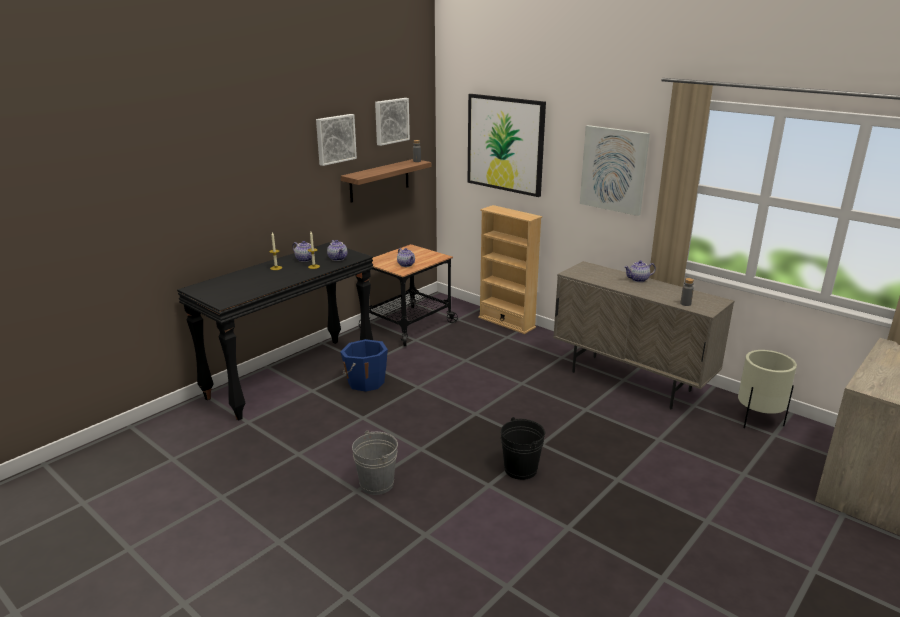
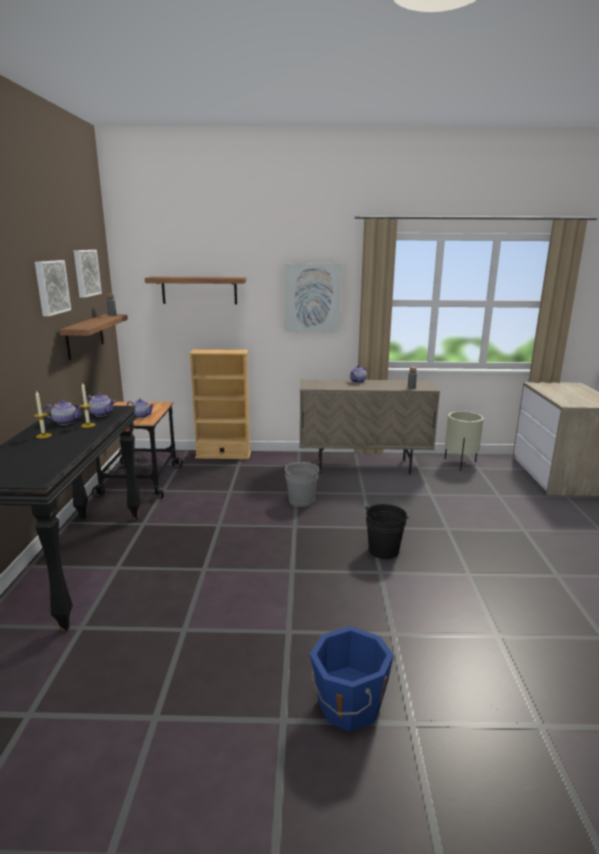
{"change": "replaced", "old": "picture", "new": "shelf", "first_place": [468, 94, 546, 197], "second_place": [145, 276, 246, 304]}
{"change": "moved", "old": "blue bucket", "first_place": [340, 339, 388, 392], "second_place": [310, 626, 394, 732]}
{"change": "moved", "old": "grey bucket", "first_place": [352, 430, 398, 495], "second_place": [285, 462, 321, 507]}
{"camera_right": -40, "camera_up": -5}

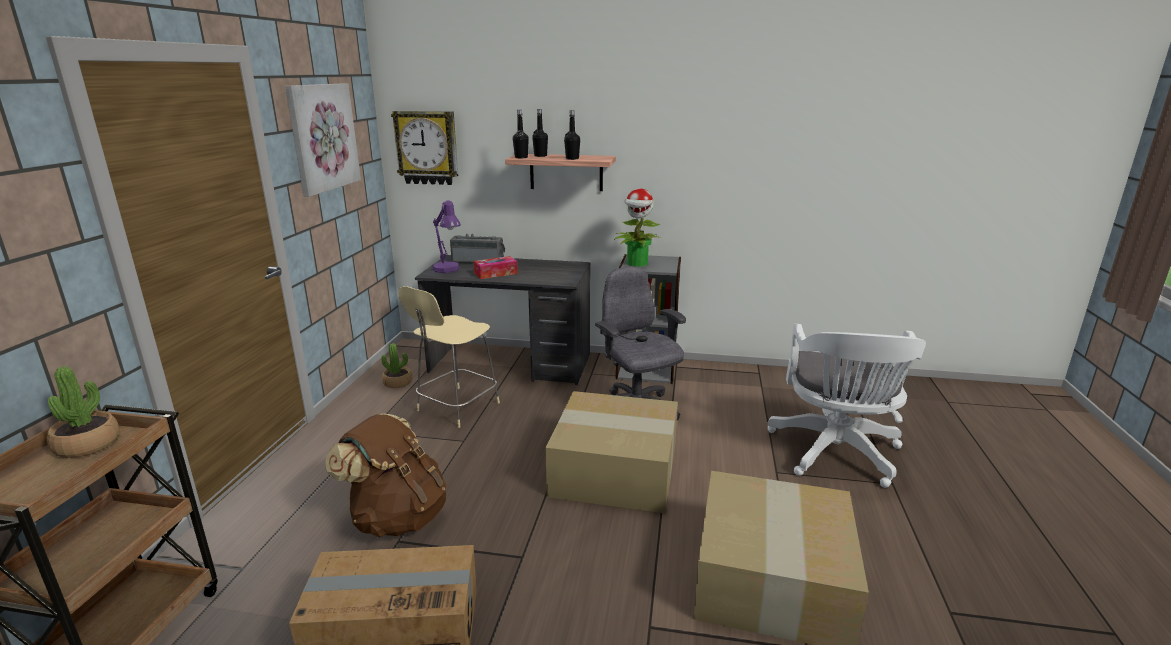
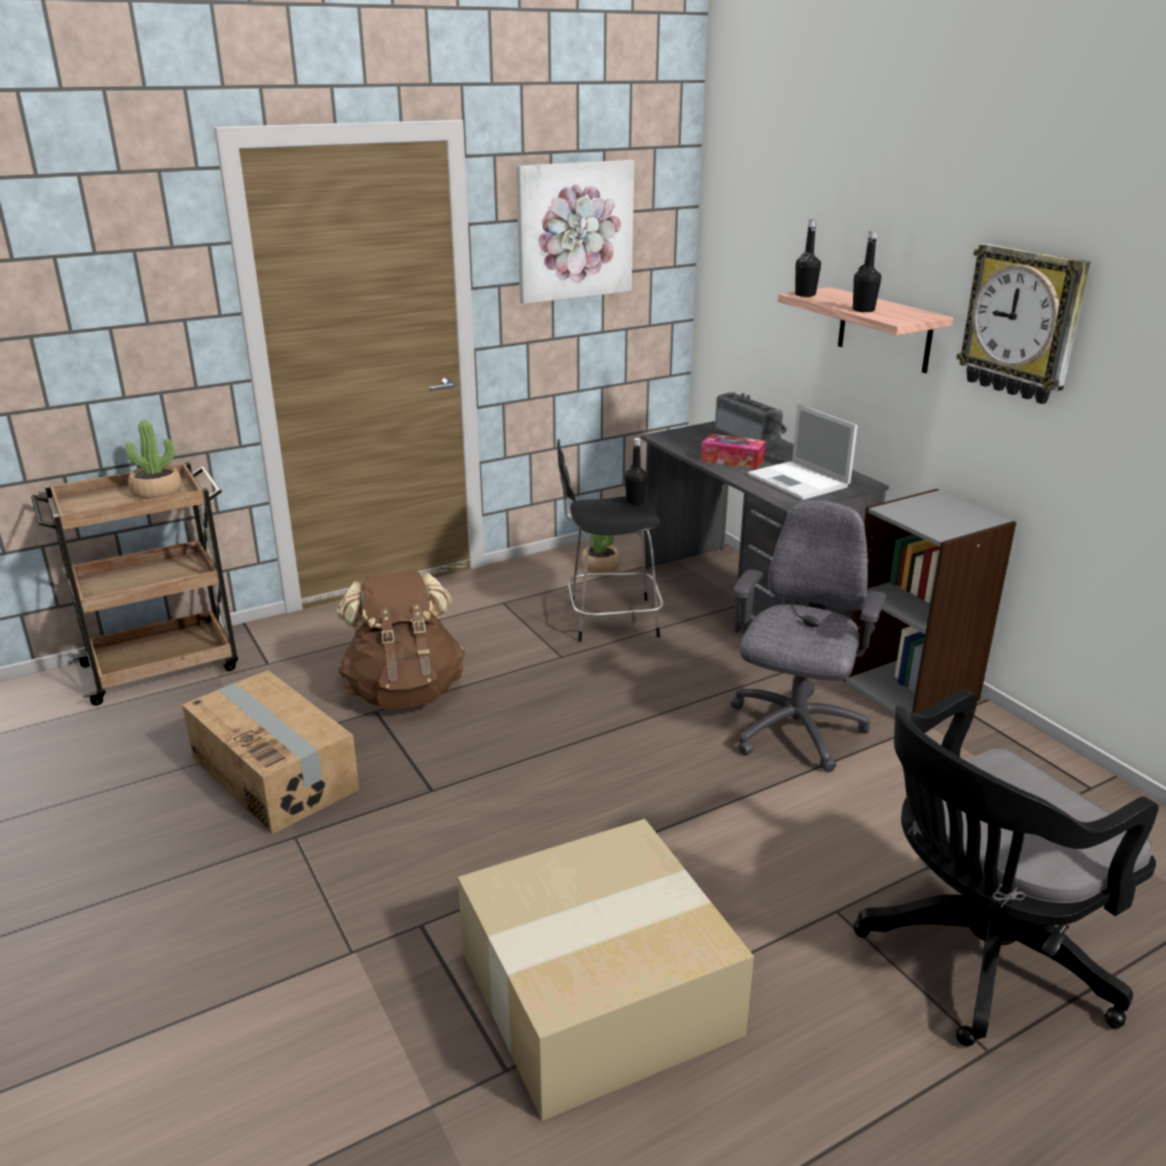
{"change": "moved", "old": "black bottle", "first_place": [532, 109, 548, 157], "second_place": [625, 438, 648, 505]}
{"change": "moved", "old": "wall clock", "first_place": [391, 111, 458, 185], "second_place": [956, 243, 1090, 404]}
{"change": "removed", "old": "potted plant", "first_place": [614, 188, 660, 267]}
{"change": "removed", "old": "purple table lamp", "first_place": [433, 200, 461, 273]}
{"change": "recoloured", "old": "beige stool", "new": "black stool", "first_place": [398, 286, 500, 428], "second_place": [557, 439, 663, 642]}
{"change": "recoloured", "old": "white office chair", "new": "black office chair", "first_place": [767, 324, 926, 488], "second_place": [853, 689, 1159, 1047]}
{"change": "removed", "old": "cardboard box", "first_place": [546, 391, 678, 513]}
{"change": "added", "new": "laptop", "second_place": [748, 404, 858, 500]}
{"camera_right": 50, "camera_up": 5}

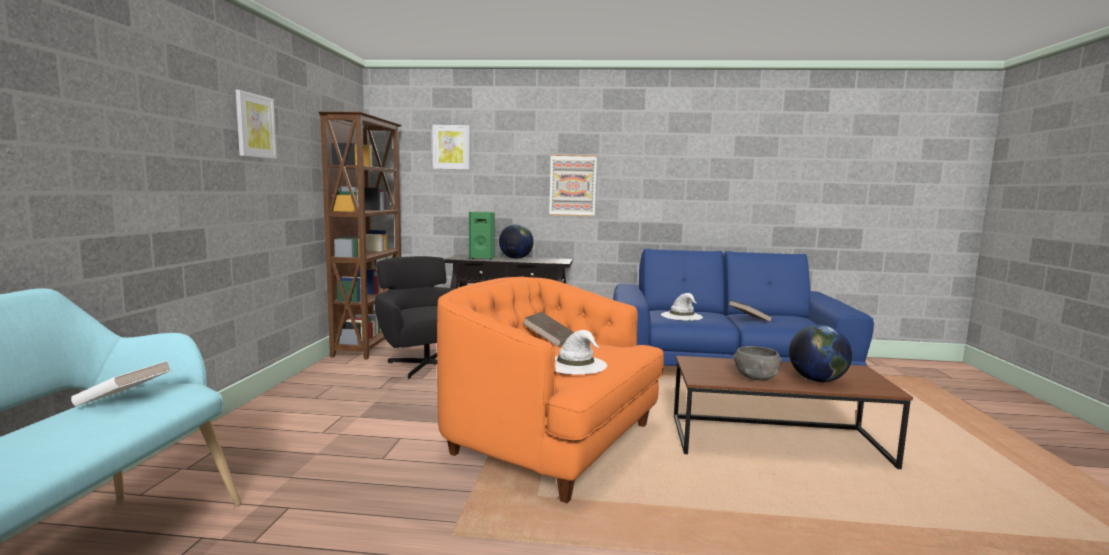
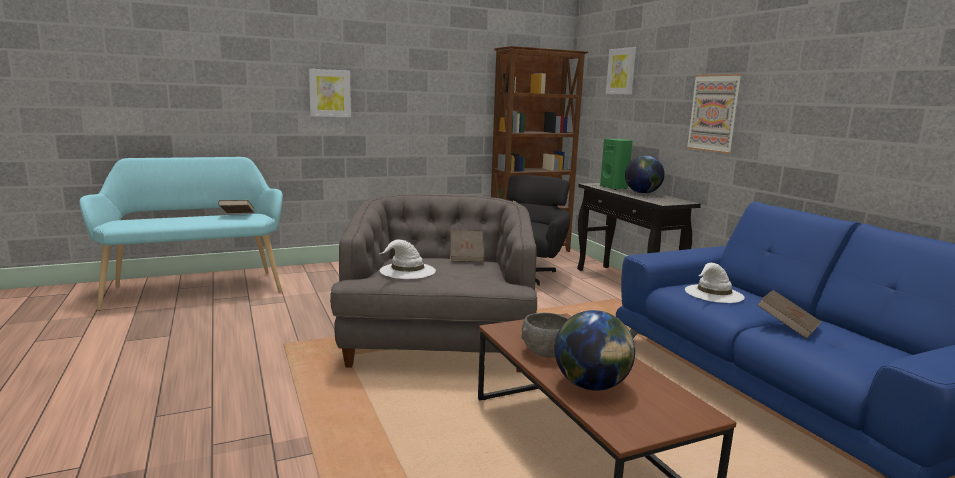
{"change": "moved", "old": "picture", "first_place": [236, 90, 277, 159], "second_place": [309, 69, 351, 117]}
{"change": "recoloured", "old": "orange armchair", "new": "grey armchair", "first_place": [437, 277, 664, 503], "second_place": [330, 193, 537, 372]}
{"change": "recoloured", "old": "white book", "new": "brown book", "first_place": [71, 361, 172, 406], "second_place": [218, 200, 254, 213]}
{"camera_right": 60, "camera_up": 5}

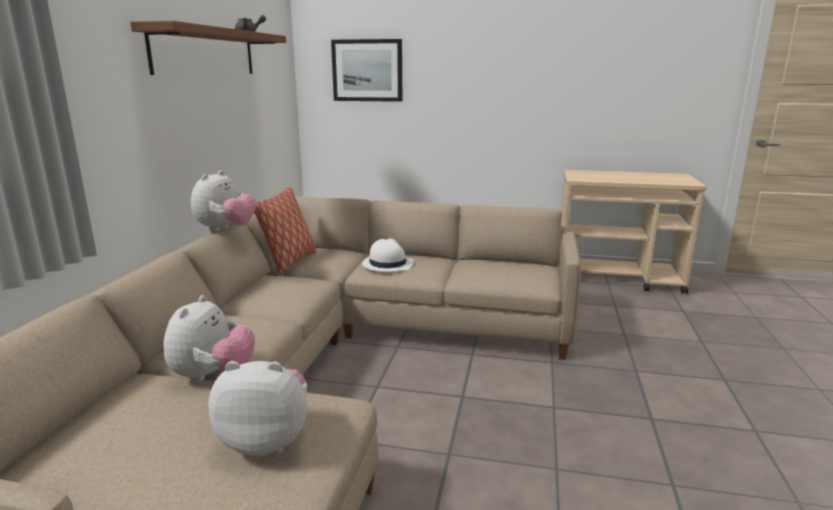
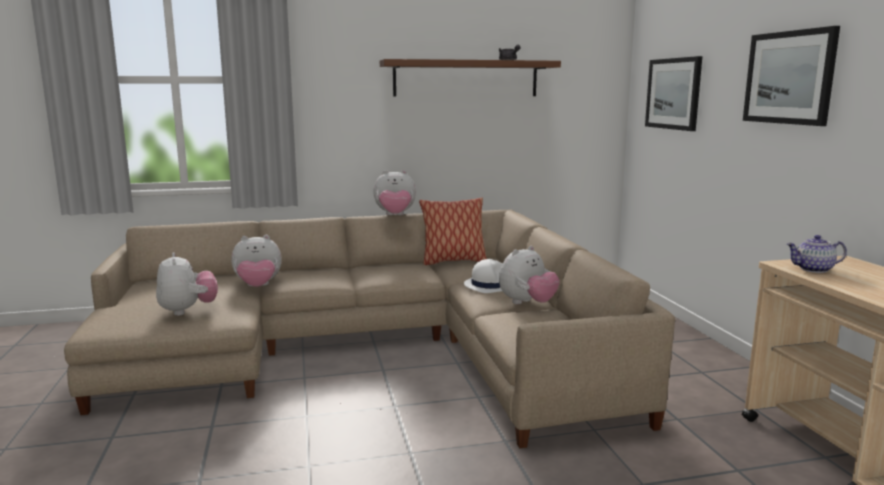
{"change": "added", "new": "picture", "second_place": [743, 26, 840, 126]}
{"change": "added", "new": "teapot", "second_place": [786, 235, 847, 273]}
{"change": "added", "new": "plush toy", "second_place": [499, 246, 560, 304]}
{"camera_right": 65, "camera_up": -5}

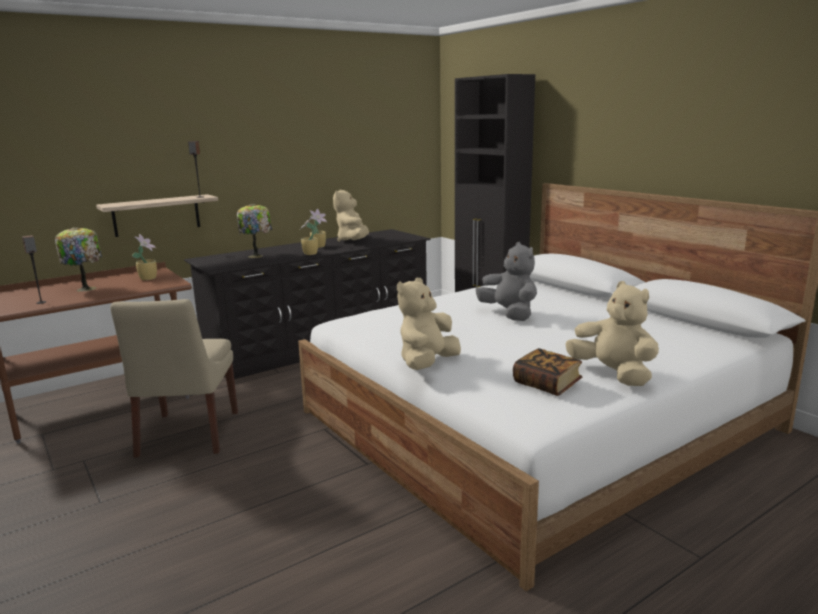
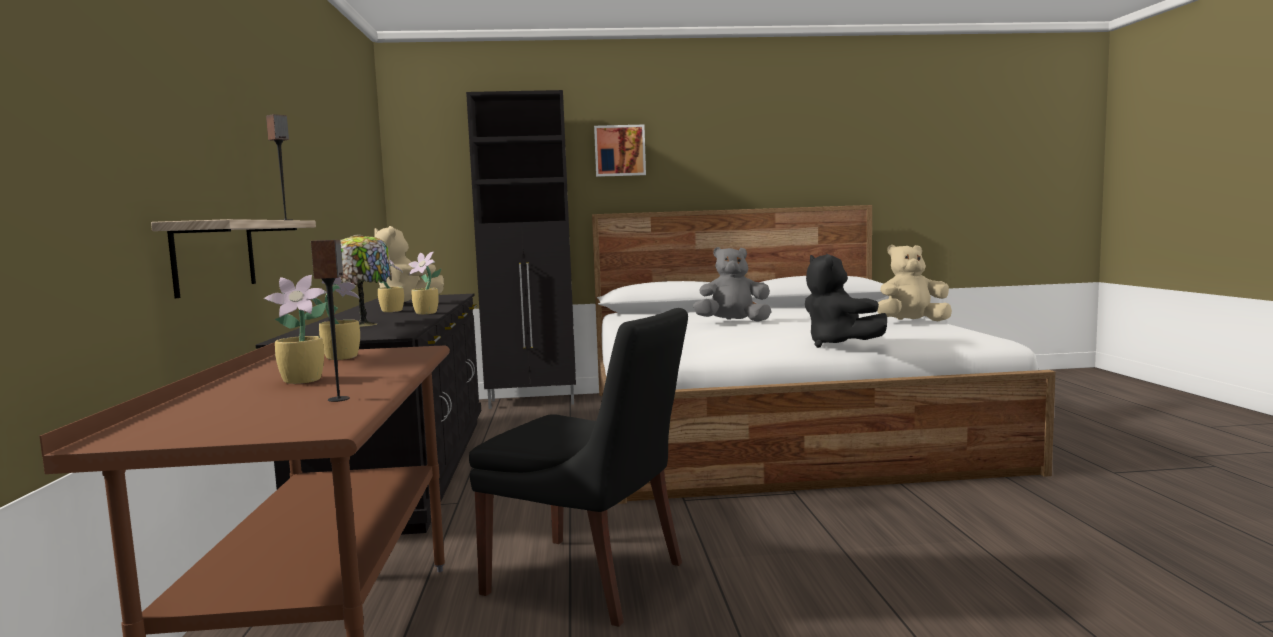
{"change": "replaced", "old": "table lamp", "new": "potted plant", "first_place": [55, 227, 102, 292], "second_place": [264, 275, 327, 384]}
{"change": "recoloured", "old": "beige plush toy", "new": "black plush toy", "first_place": [397, 278, 461, 370], "second_place": [805, 254, 887, 348]}
{"change": "recoloured", "old": "beige chair", "new": "black chair", "first_place": [111, 299, 238, 457], "second_place": [469, 308, 688, 627]}
{"change": "removed", "old": "book", "first_place": [513, 348, 582, 396]}
{"change": "added", "new": "picture", "second_place": [594, 125, 646, 177]}
{"camera_right": -60, "camera_up": -10}

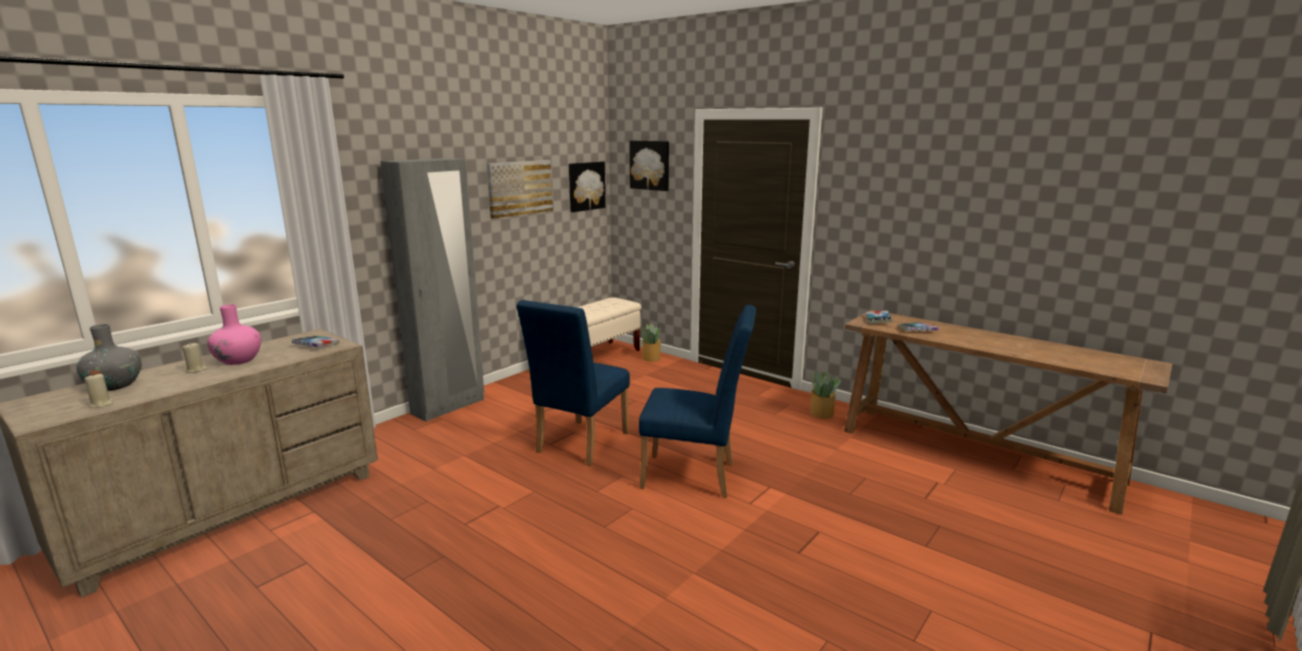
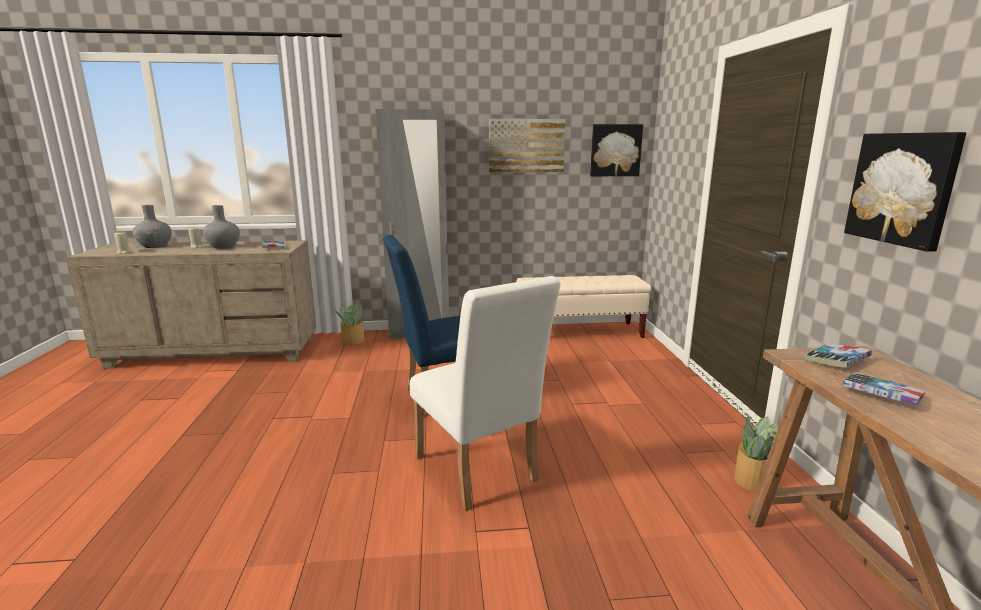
{"change": "moved", "old": "picture", "first_place": [630, 140, 669, 191], "second_place": [844, 132, 966, 252]}
{"change": "recoloured", "old": "pink vase", "new": "grey vase", "first_place": [208, 304, 261, 365], "second_place": [203, 205, 240, 249]}
{"change": "recoloured", "old": "blue chair", "new": "white chair", "first_place": [639, 305, 756, 498], "second_place": [410, 276, 561, 511]}
{"change": "moved", "old": "potted plant", "first_place": [642, 324, 661, 362], "second_place": [336, 304, 364, 345]}
{"camera_right": 45, "camera_up": 0}

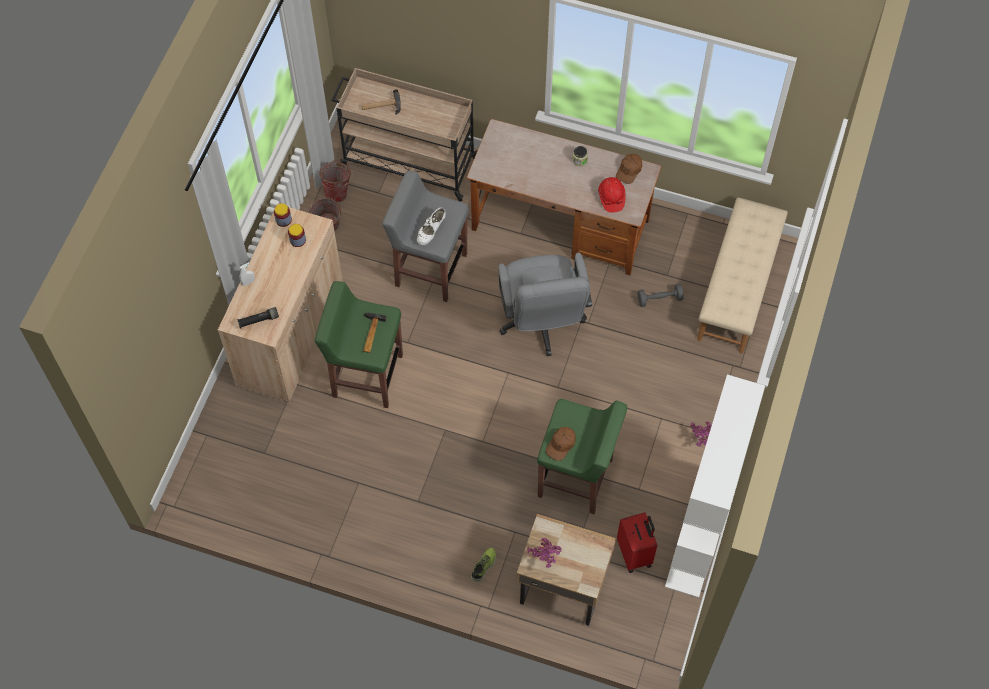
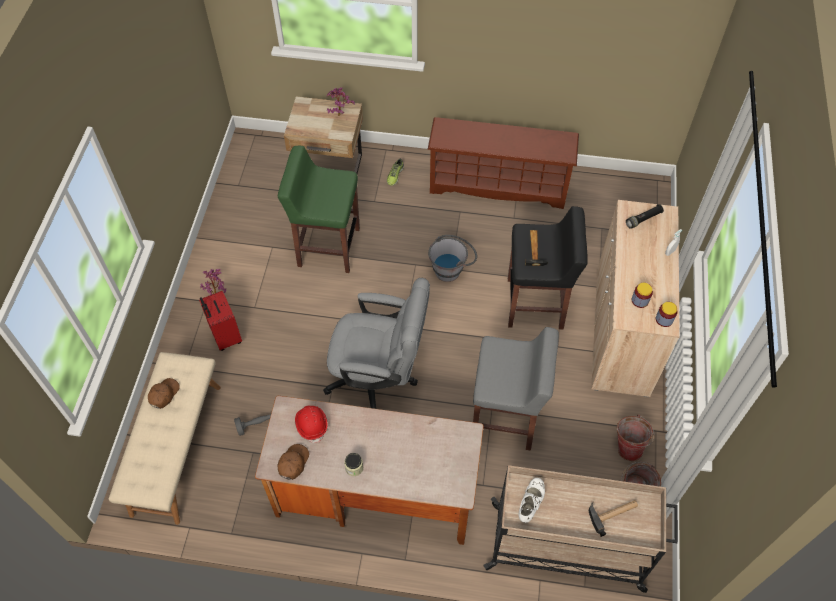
{"change": "moved", "old": "white shoe", "first_place": [417, 207, 446, 245], "second_place": [519, 478, 545, 523]}
{"change": "turned", "old": "grey office chair", "first_place": [498, 253, 592, 356], "second_place": [323, 278, 430, 409], "degrees": 120}
{"change": "recoloured", "old": "green stool", "new": "black stool", "first_place": [315, 281, 403, 408], "second_place": [508, 206, 588, 329]}
{"change": "removed", "old": "white bookcase", "first_place": [665, 375, 765, 598]}
{"change": "moved", "old": "brown cap", "first_place": [546, 427, 576, 461], "second_place": [148, 378, 180, 409]}
{"change": "moved", "old": "red suitcase", "first_place": [617, 512, 657, 573], "second_place": [199, 291, 242, 351]}
{"change": "added", "new": "brown shoe rack", "second_place": [428, 117, 579, 209]}
{"change": "added", "new": "grey bucket", "second_place": [428, 235, 477, 282]}
{"camera_right": 170, "camera_up": -5}

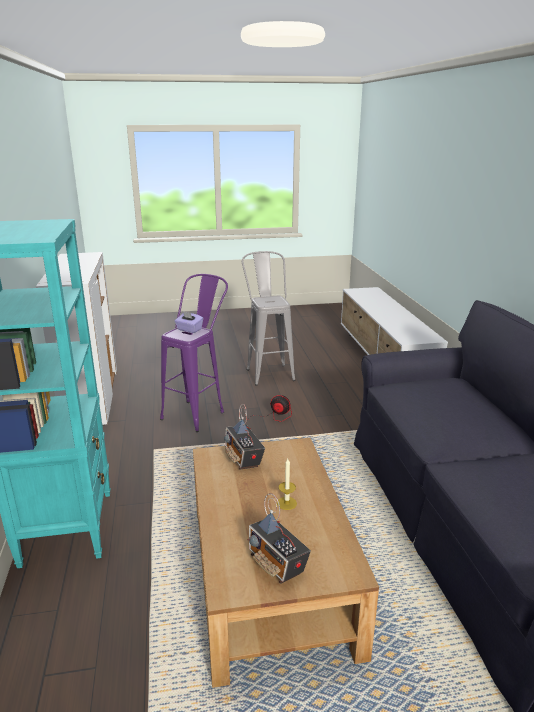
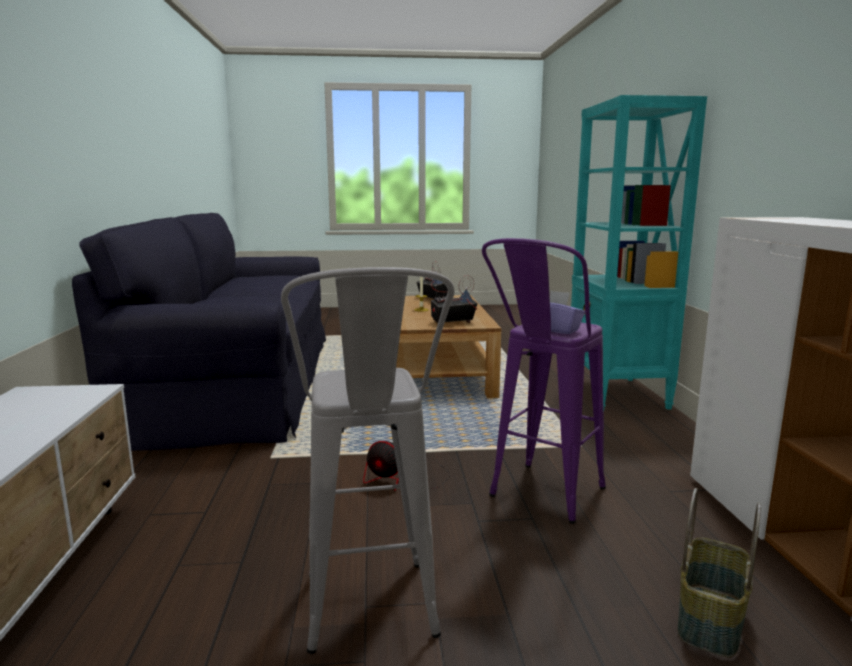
{"change": "turned", "old": "radio", "first_place": [224, 404, 265, 470], "second_place": [431, 275, 478, 324], "degrees": -90}
{"change": "added", "new": "basket", "second_place": [678, 488, 761, 658]}
{"camera_right": -175, "camera_up": -10}

